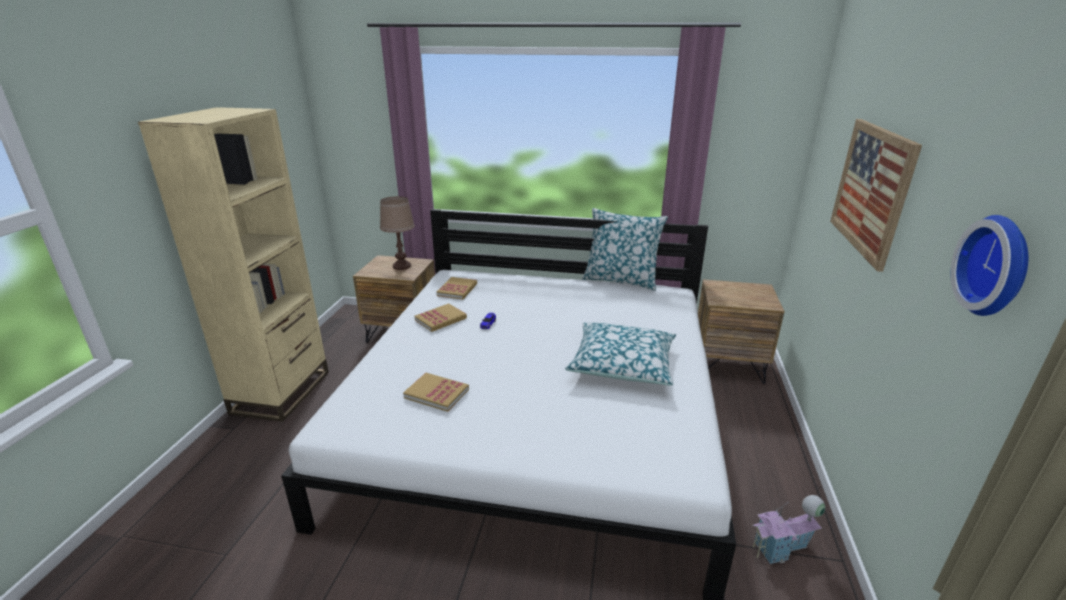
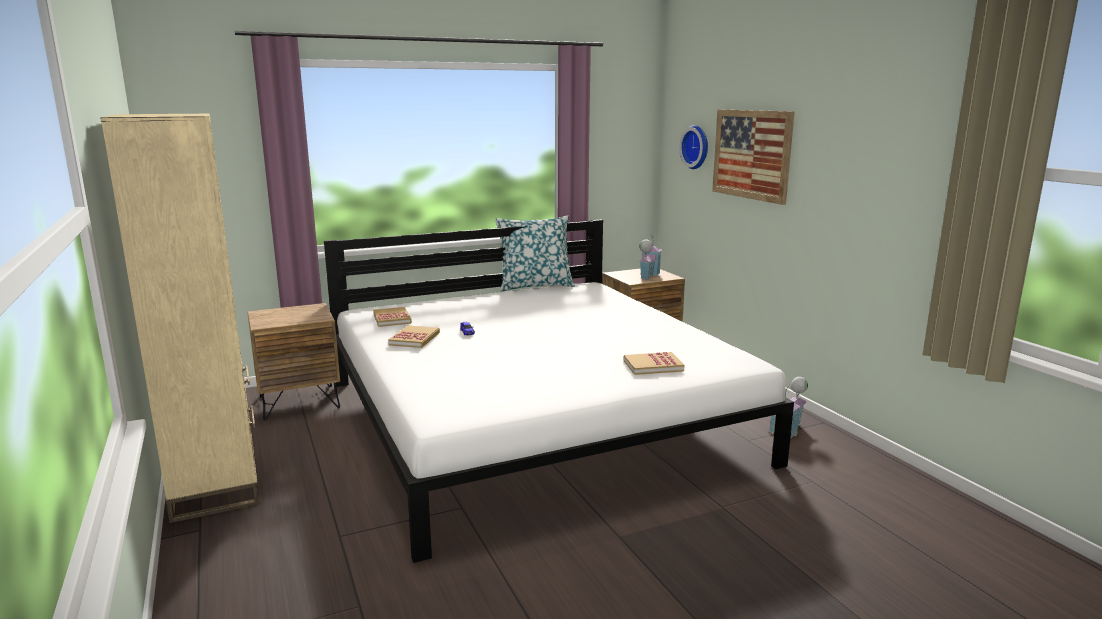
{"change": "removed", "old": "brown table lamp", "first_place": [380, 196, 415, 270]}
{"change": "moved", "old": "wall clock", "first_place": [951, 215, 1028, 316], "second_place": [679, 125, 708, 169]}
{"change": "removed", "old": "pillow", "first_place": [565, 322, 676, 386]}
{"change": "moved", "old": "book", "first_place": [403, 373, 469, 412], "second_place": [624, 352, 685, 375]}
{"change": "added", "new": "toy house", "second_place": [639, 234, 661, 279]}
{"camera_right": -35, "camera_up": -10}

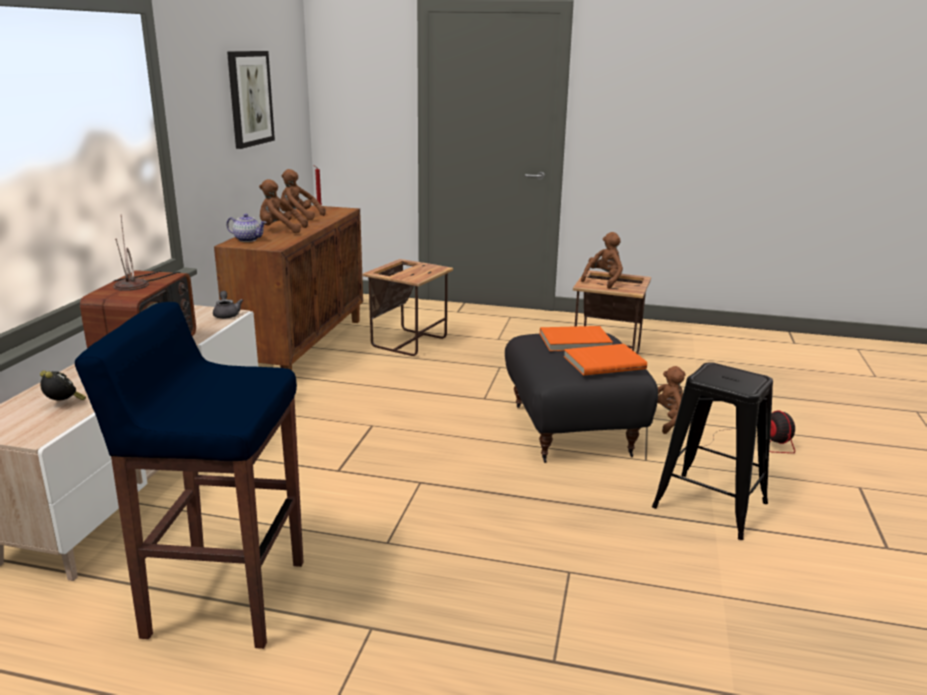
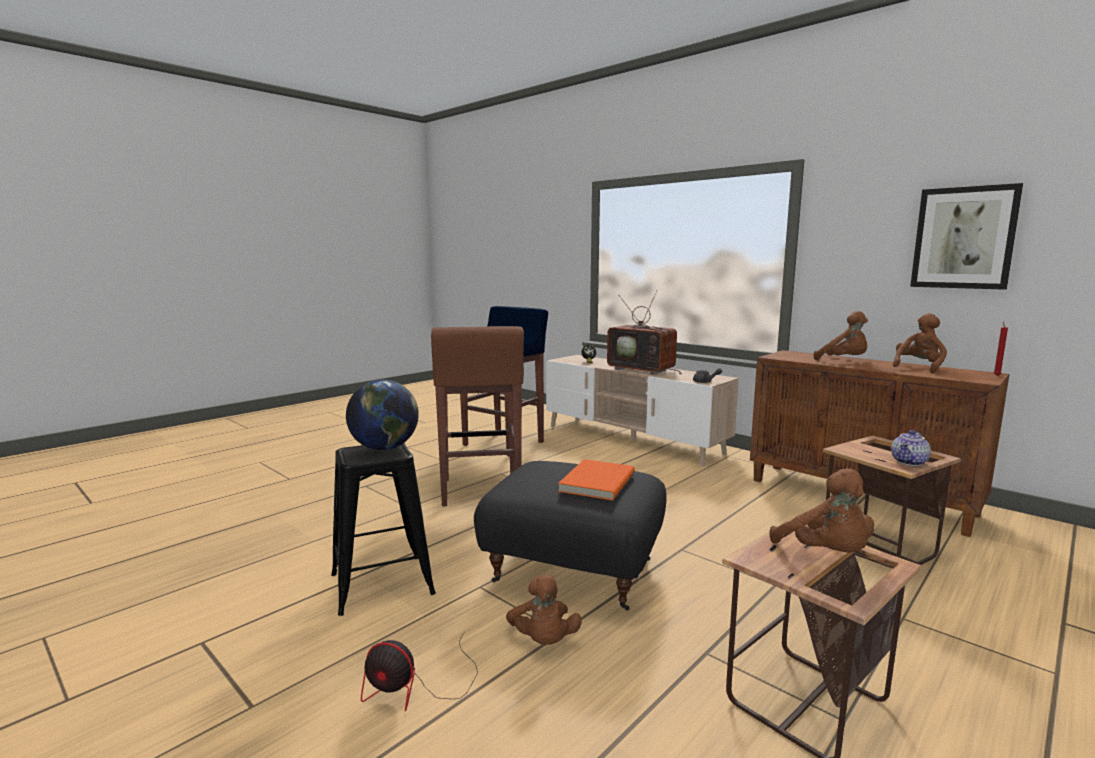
{"change": "turned", "old": "brown plush toy", "first_place": [259, 179, 308, 233], "second_place": [814, 311, 868, 360], "degrees": 105}
{"change": "moved", "old": "teapot", "first_place": [226, 214, 267, 242], "second_place": [891, 430, 931, 466]}
{"change": "removed", "old": "orange book", "first_place": [564, 344, 647, 376]}
{"change": "added", "new": "brown stool", "second_place": [431, 326, 524, 506]}
{"change": "added", "new": "globe", "second_place": [346, 380, 419, 450]}
{"camera_right": 120, "camera_up": -10}

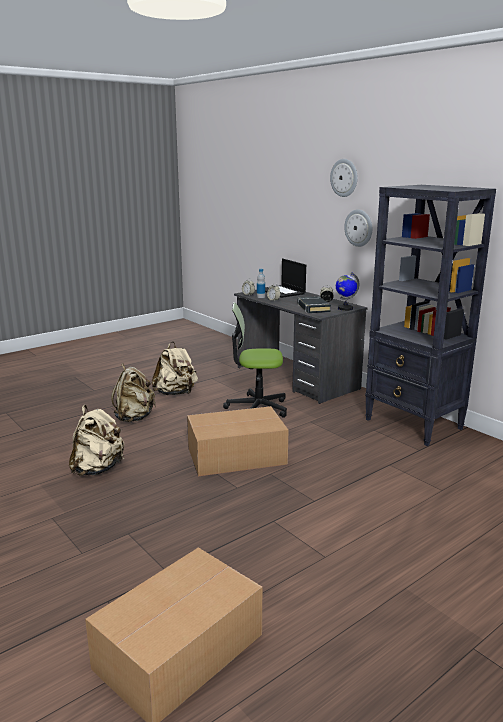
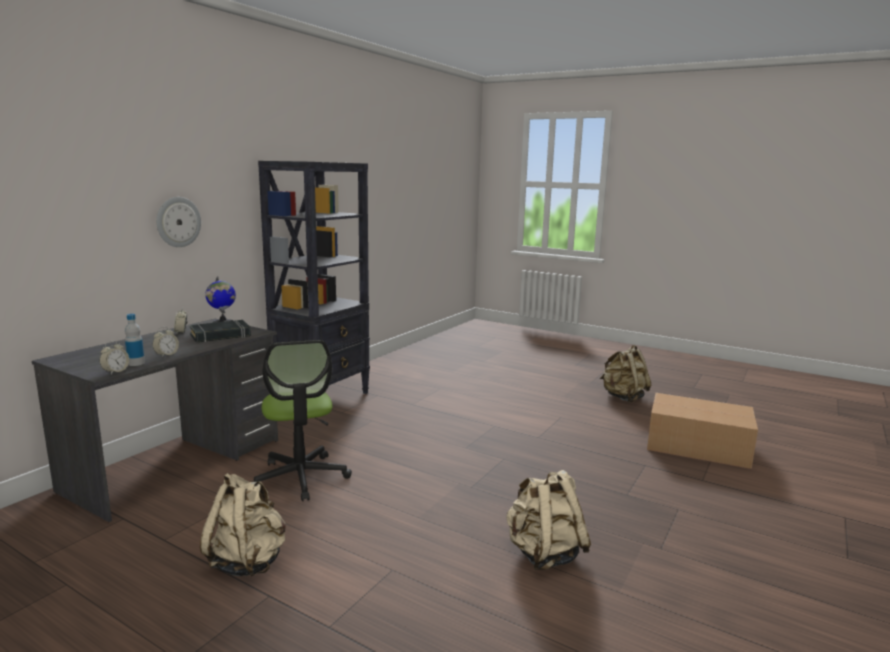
{"change": "removed", "old": "wall clock", "first_place": [330, 159, 358, 197]}
{"change": "removed", "old": "laptop", "first_place": [265, 259, 306, 298]}
{"change": "moved", "old": "beige backpack", "first_place": [111, 363, 156, 422], "second_place": [600, 345, 651, 403]}
{"change": "removed", "old": "cardboard box", "first_place": [187, 406, 289, 476]}
{"camera_right": -110, "camera_up": -5}

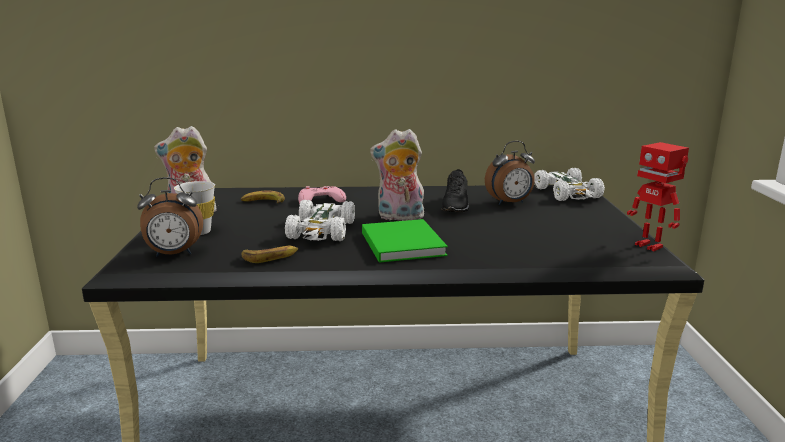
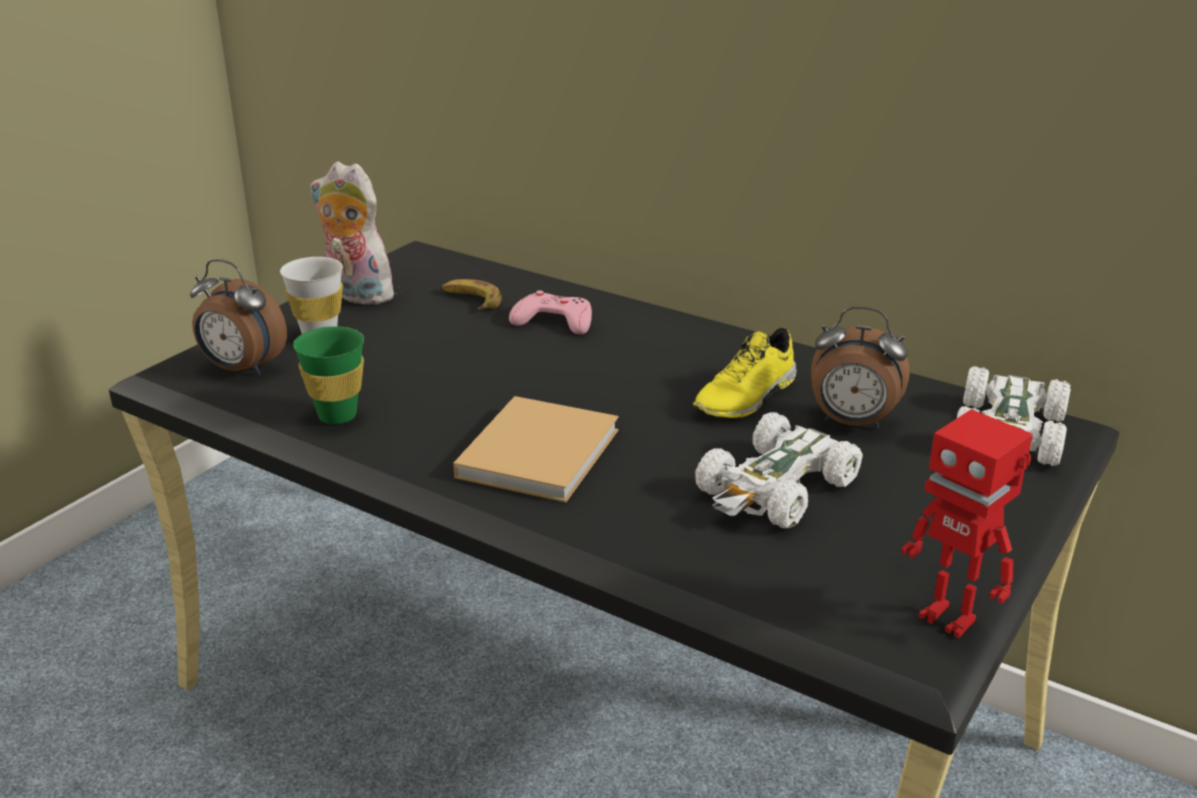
{"change": "removed", "old": "plush toy", "first_place": [370, 129, 424, 221]}
{"change": "turned", "old": "toy robot", "first_place": [627, 142, 689, 251], "second_place": [901, 409, 1033, 639], "degrees": -45}
{"change": "recoloured", "old": "black shoe", "new": "yellow shoe", "first_place": [441, 169, 469, 212], "second_place": [693, 328, 797, 419]}
{"change": "moved", "old": "white toy car", "first_place": [285, 200, 355, 241], "second_place": [695, 412, 863, 528]}
{"change": "recoloured", "old": "green book", "new": "beige book", "first_place": [362, 219, 448, 263], "second_place": [453, 396, 619, 503]}
{"change": "replaced", "old": "banana", "new": "green cup", "first_place": [242, 246, 298, 263], "second_place": [293, 326, 364, 424]}
{"camera_right": 35, "camera_up": 10}

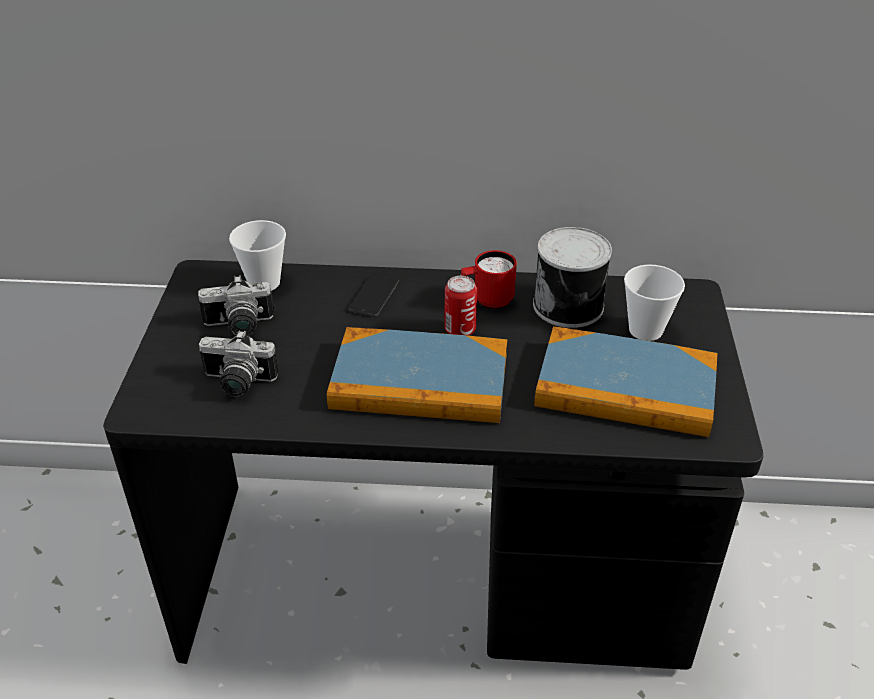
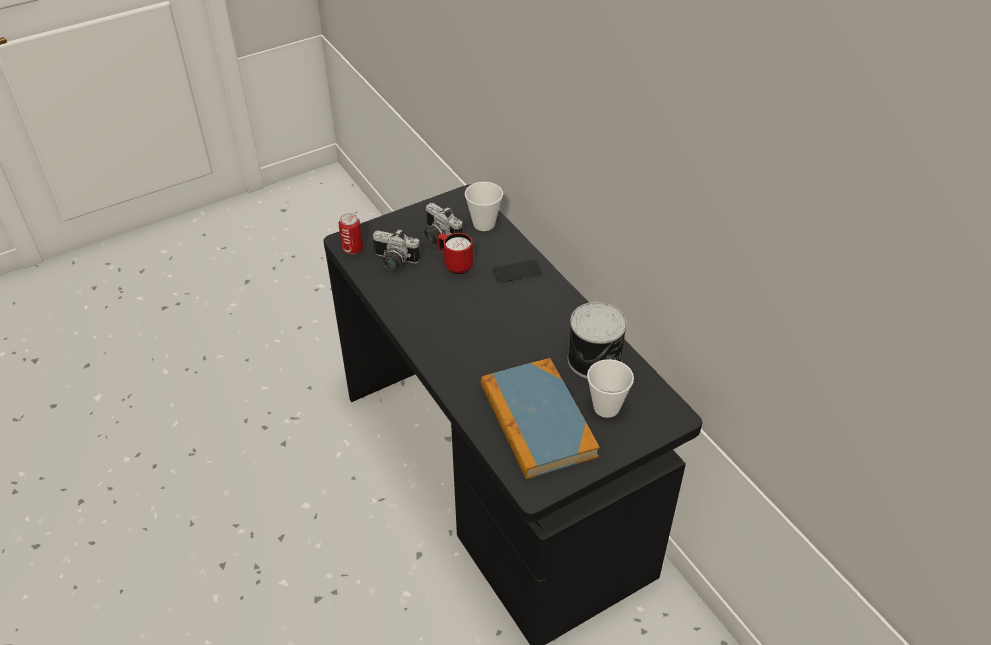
{"change": "moved", "old": "red mug", "first_place": [461, 250, 517, 309], "second_place": [438, 233, 473, 274]}
{"change": "moved", "old": "can", "first_place": [444, 276, 477, 336], "second_place": [338, 213, 363, 254]}
{"change": "removed", "old": "book", "first_place": [327, 327, 507, 423]}
{"change": "turned", "old": "photo camera", "first_place": [199, 330, 279, 397], "second_place": [373, 229, 420, 271], "degrees": -45}
{"camera_right": 55, "camera_up": 5}

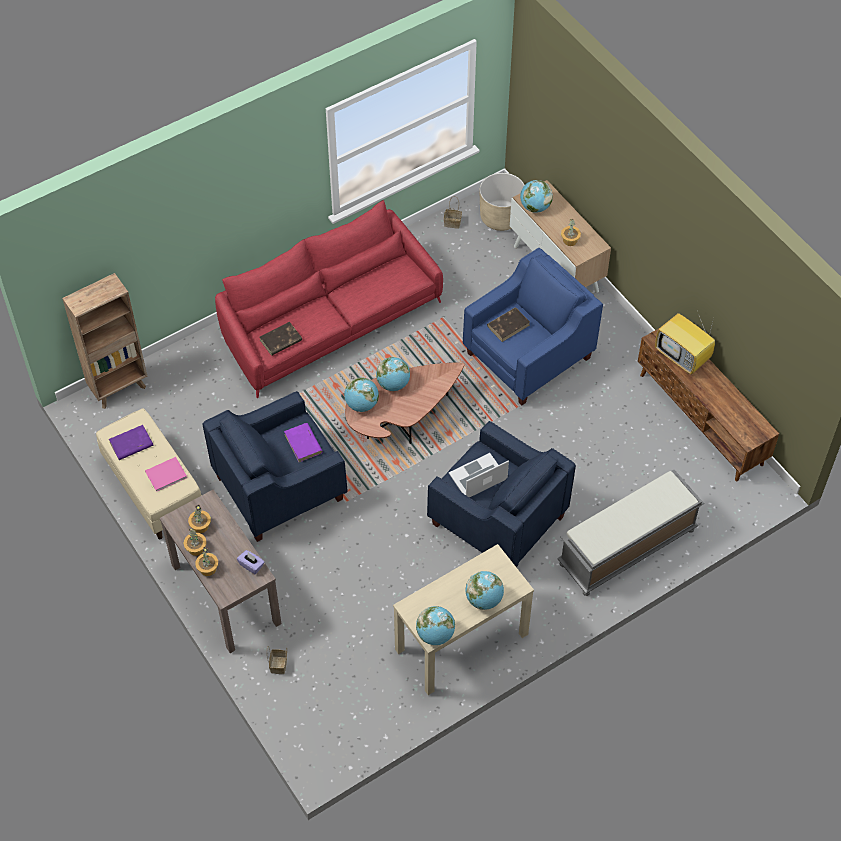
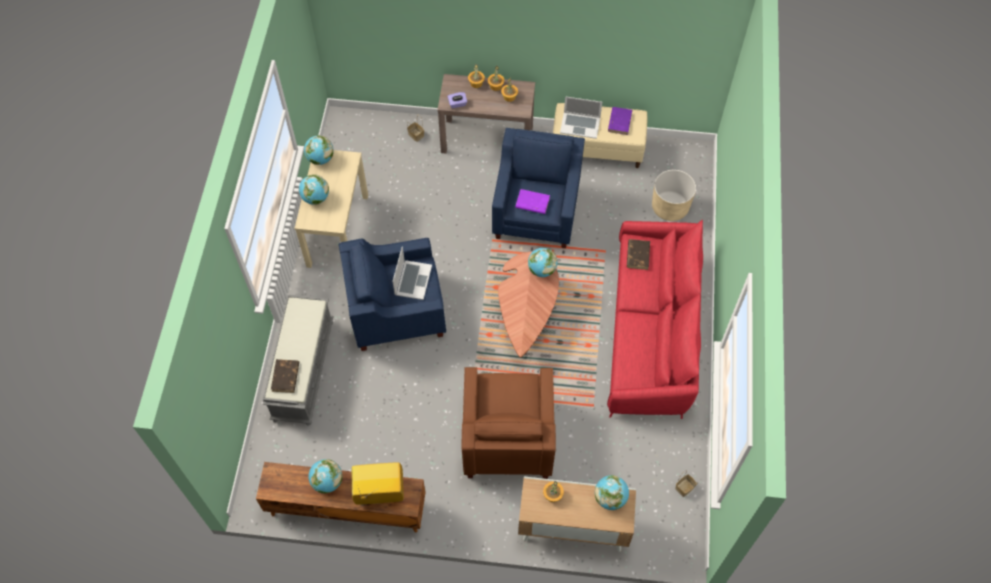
{"change": "moved", "old": "beige planter", "first_place": [479, 173, 524, 231], "second_place": [652, 170, 696, 221]}
{"change": "recoloured", "old": "blue armchair", "new": "brown armchair", "first_place": [463, 248, 603, 405], "second_place": [461, 367, 556, 479]}
{"change": "removed", "old": "brown bookcase", "first_place": [62, 273, 147, 409]}
{"change": "moved", "old": "brown book", "first_place": [487, 307, 530, 342], "second_place": [271, 359, 299, 393]}
{"change": "moved", "old": "globe", "first_place": [376, 357, 410, 391], "second_place": [308, 459, 343, 494]}
{"change": "replaced", "old": "pink book", "new": "laptop", "first_place": [145, 457, 187, 492], "second_place": [560, 96, 602, 139]}
{"camera_right": 130, "camera_up": 5}

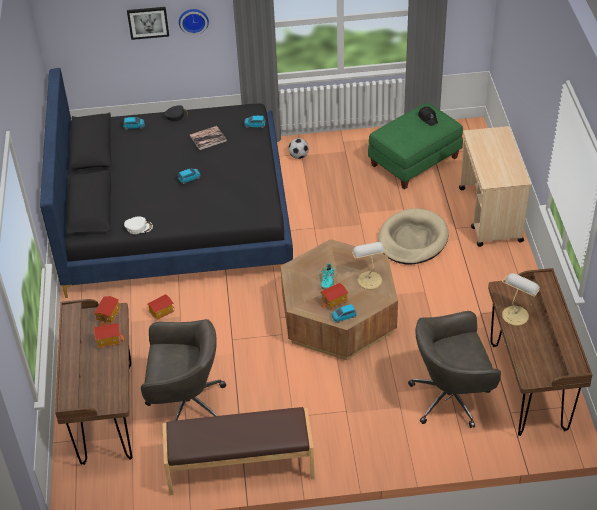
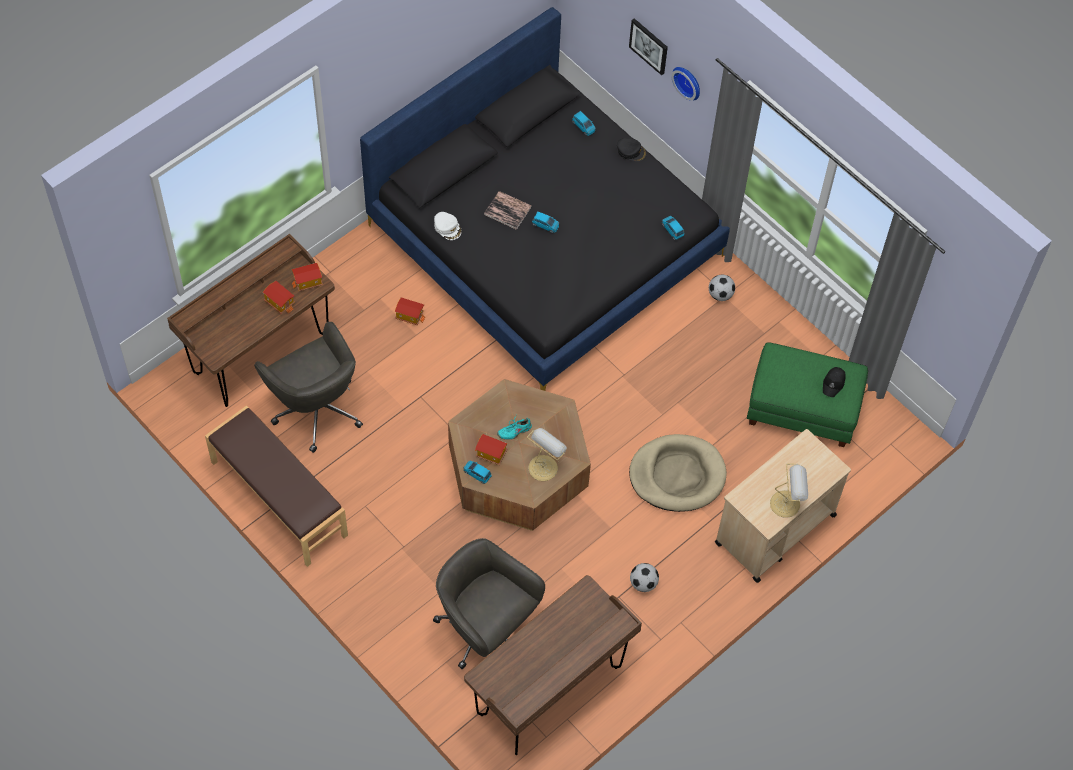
{"change": "moved", "old": "book", "first_place": [190, 126, 227, 150], "second_place": [484, 191, 532, 230]}
{"change": "moved", "old": "table lamp", "first_place": [502, 273, 540, 326], "second_place": [770, 463, 808, 518]}
{"change": "added", "new": "football", "second_place": [630, 563, 659, 592]}
{"camera_right": 50, "camera_up": 15}

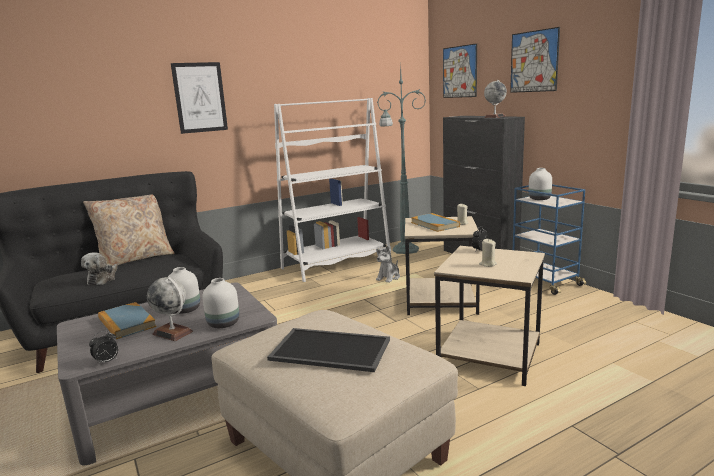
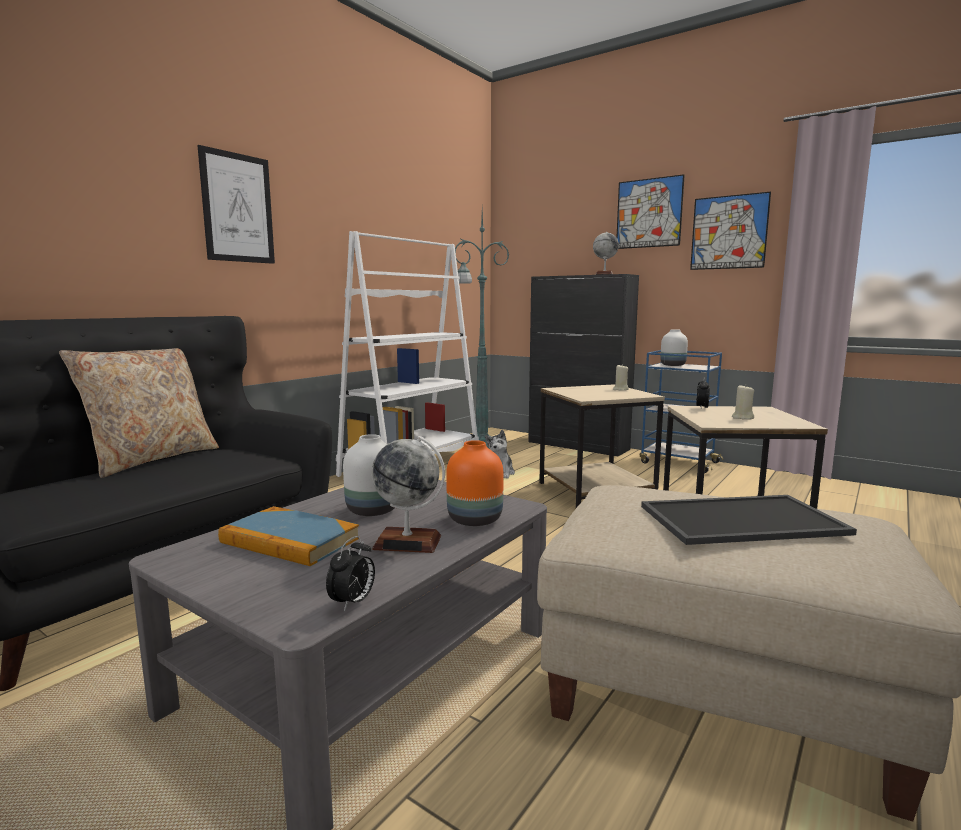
{"change": "moved", "old": "picture", "first_place": [443, 43, 477, 98], "second_place": [690, 192, 771, 270]}
{"change": "removed", "old": "book", "first_place": [411, 213, 460, 232]}
{"change": "removed", "old": "plush toy", "first_place": [81, 252, 117, 285]}
{"change": "recoloured", "old": "white vase", "new": "orange vase", "first_place": [202, 278, 239, 328], "second_place": [446, 440, 504, 526]}
{"camera_right": -25, "camera_up": -5}

